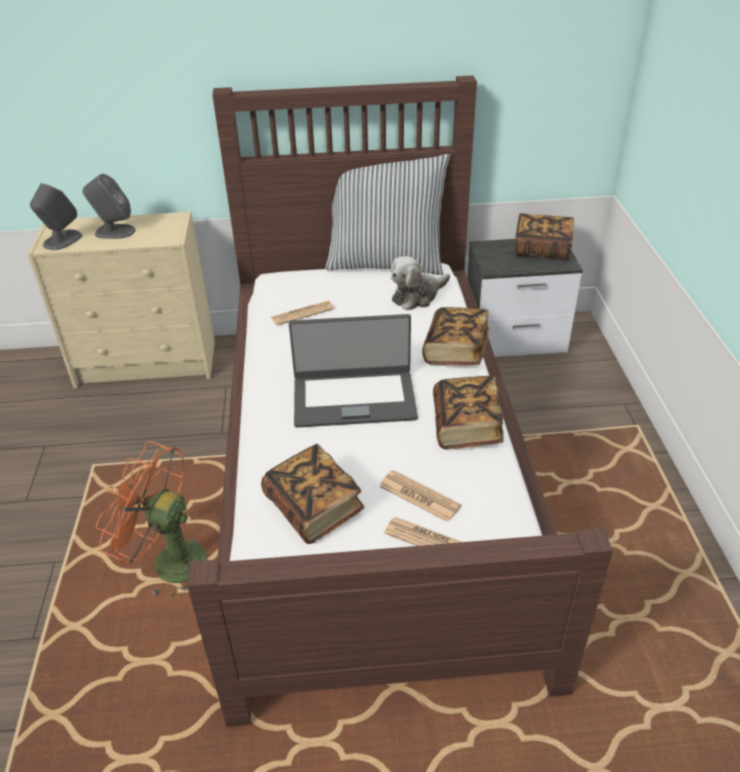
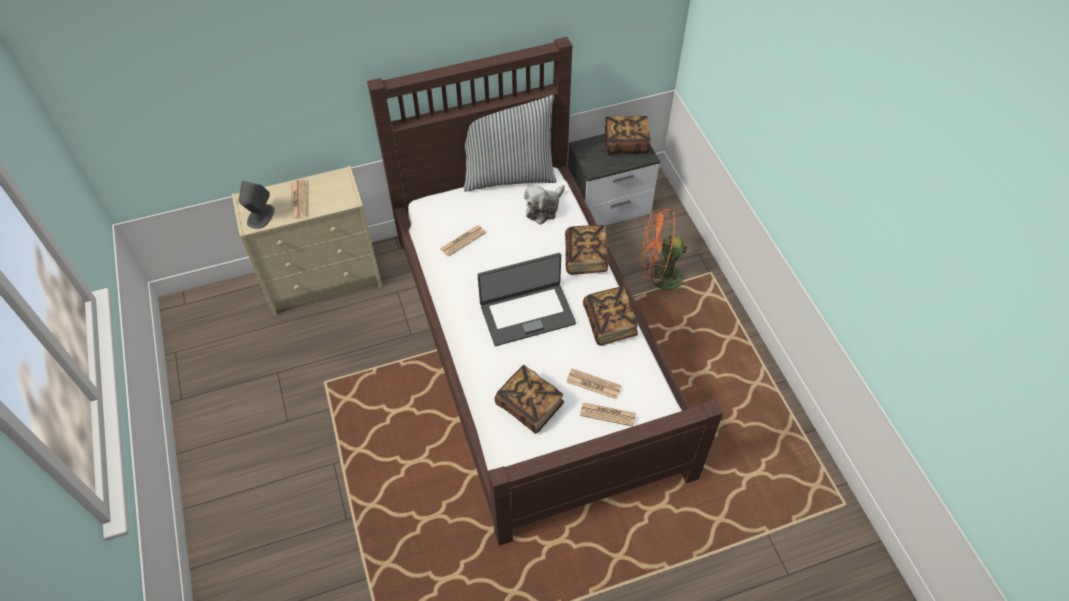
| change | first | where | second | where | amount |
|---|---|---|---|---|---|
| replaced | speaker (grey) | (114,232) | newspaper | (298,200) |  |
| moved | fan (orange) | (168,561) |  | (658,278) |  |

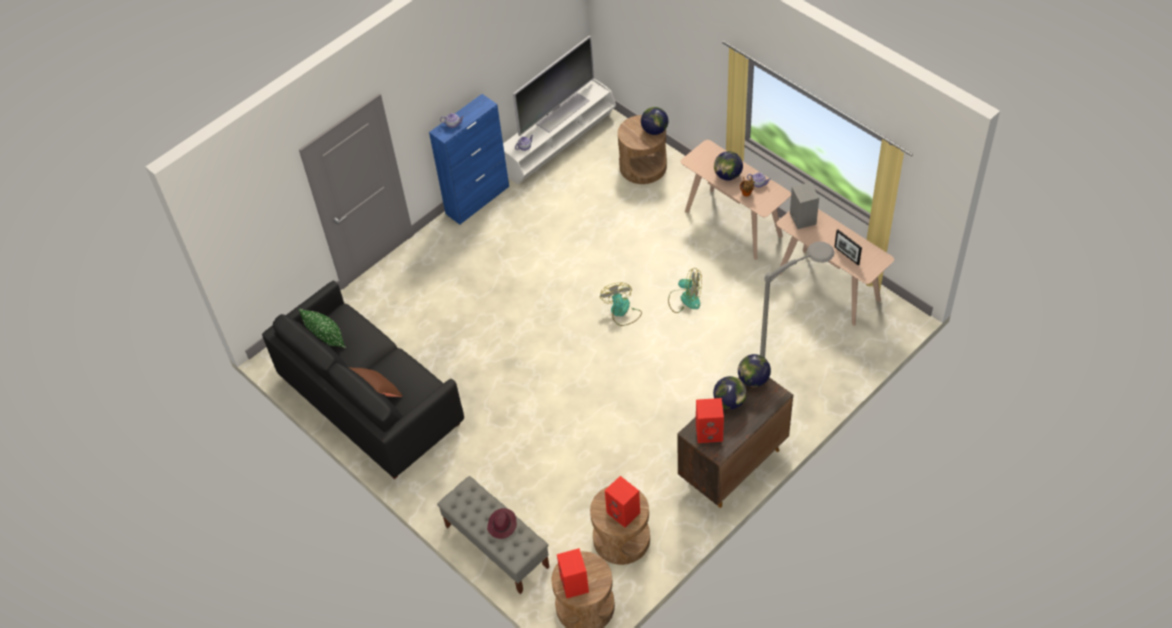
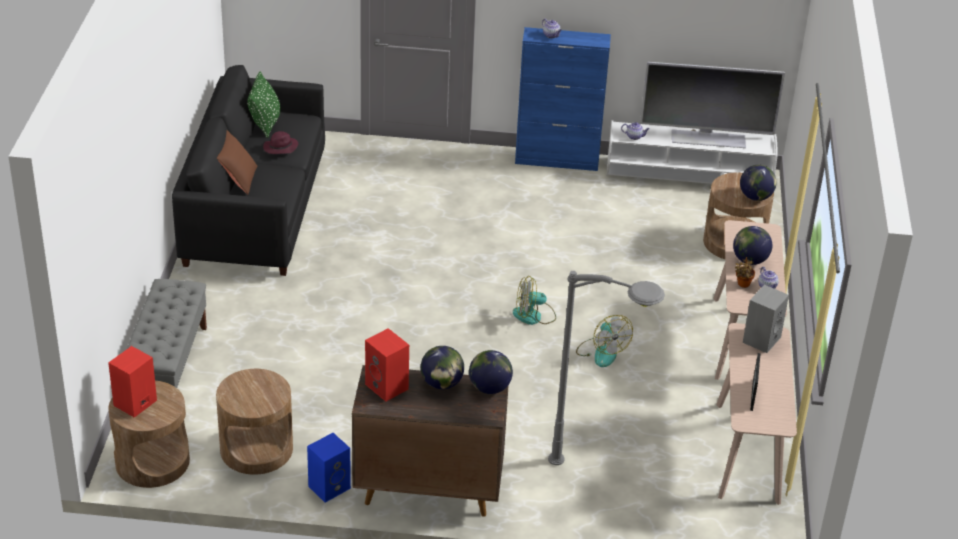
| change | first | where | second | where | amount |
|---|---|---|---|---|---|
| turned | fan | (622,312) |  | (534,316) | 135 degrees counterclockwise |
| removed | speaker (red) | (624,513) |  |  |  |
| moved | hat (purple) | (502,525) |  | (280,148) |  |
| added |  |  | speaker (blue) | (329,486) |  |

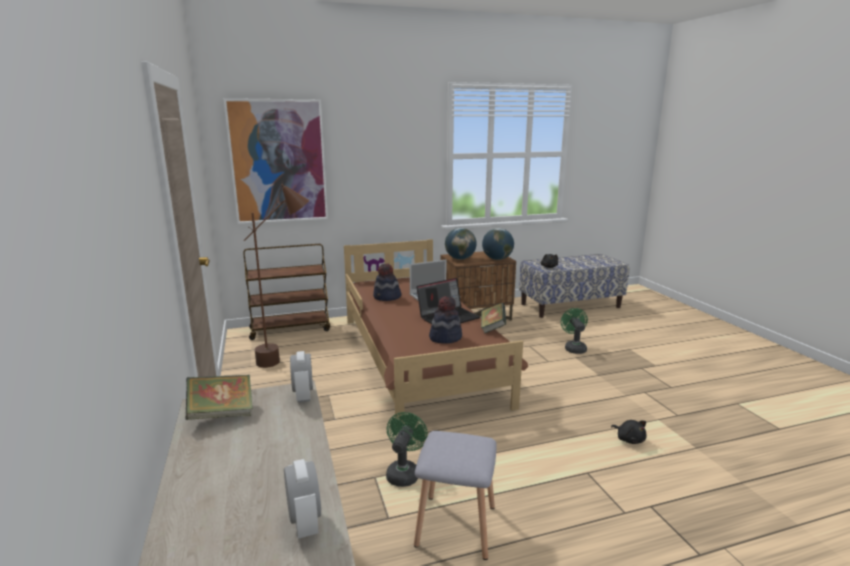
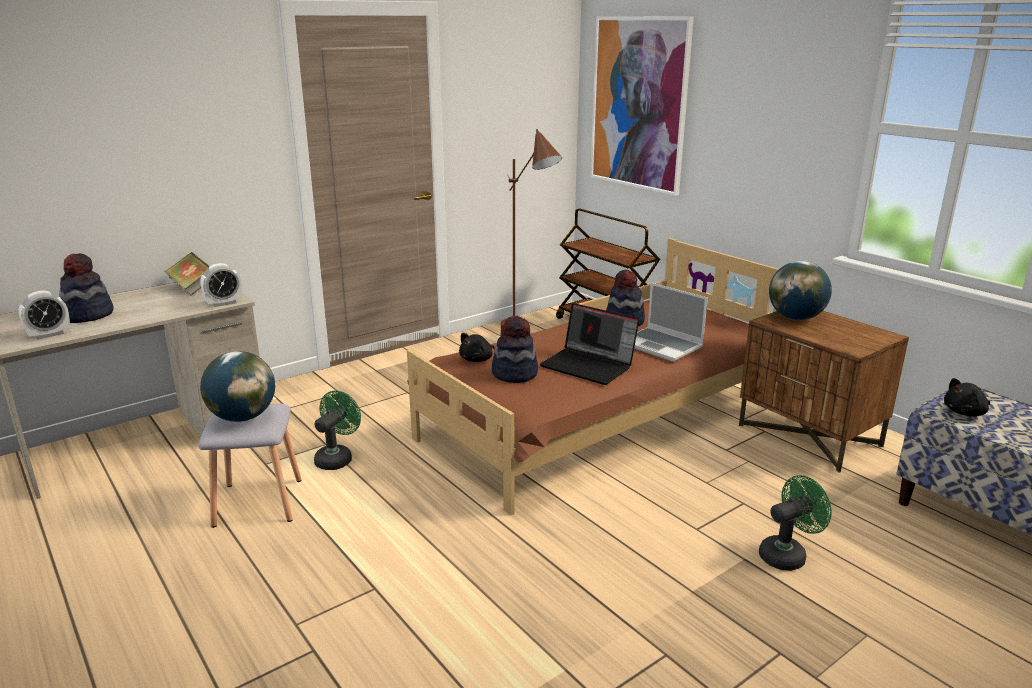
| change | first | where | second | where | amount |
|---|---|---|---|---|---|
| moved | globe | (497,259) |  | (242,417) |  |
| removed | book | (492,328) |  |  |  |
| turned | fan (green) | (404,472) |  | (337,458) | 60 degrees counterclockwise |
| moved | plush toy (black) | (629,439) |  | (477,359) |  |
| added |  |  | hat | (87,315) |  |

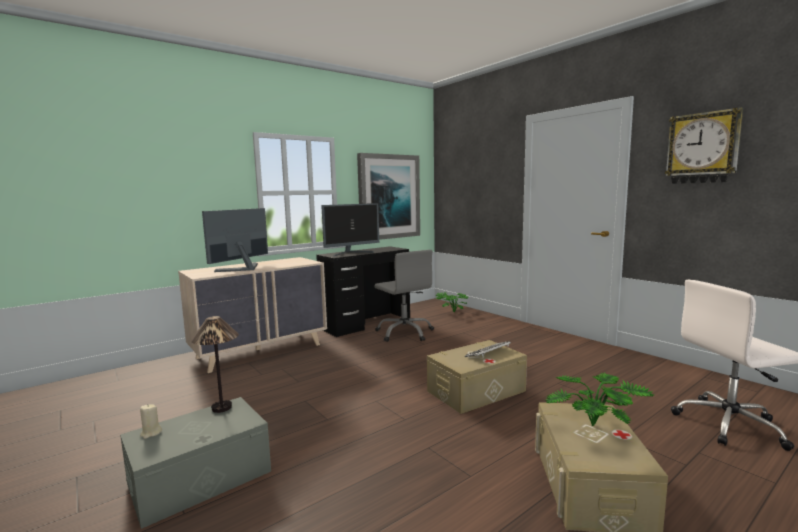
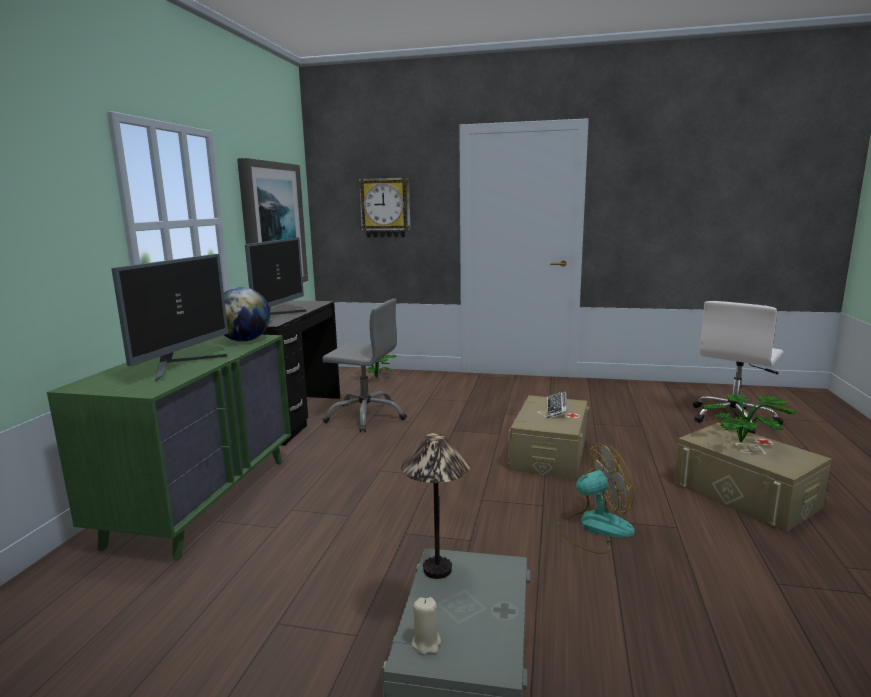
| change | first | where | second | where | amount |
|---|---|---|---|---|---|
| moved | wall clock | (702,148) |  | (385,208) |  |
| turned | monitor | (242,269) |  | (181,365) | 150 degrees counterclockwise |
| recoloured | dresser (beige) | (260,351) | dresser (green) | (203,499) |  |
| added |  |  | globe | (245,340) |  |
| added |  |  | fan | (594,528) |  |

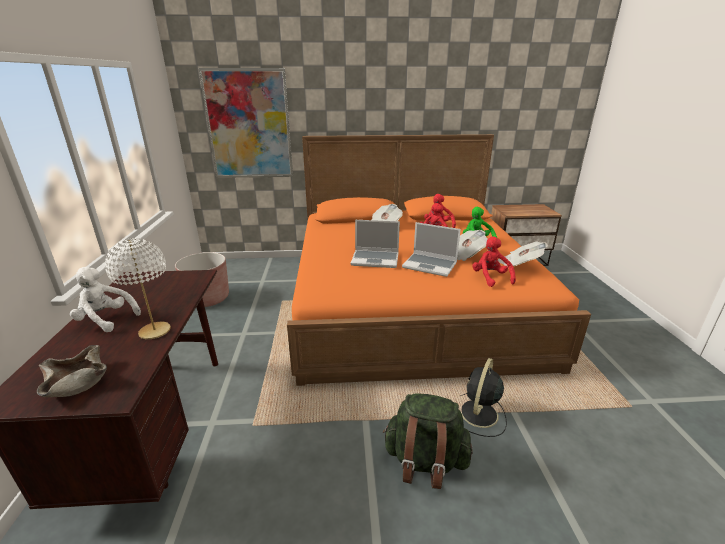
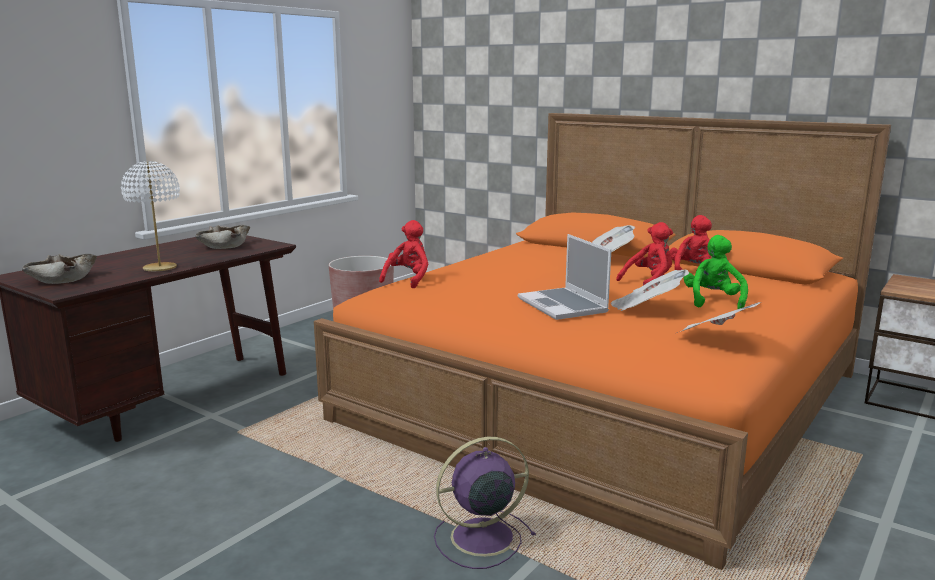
| change | first | where | second | where | amount |
|---|---|---|---|---|---|
| removed | picture | (249,125) |  |  |  |
| removed | laptop | (376,259) |  |  |  |
| moved | plush toy (red) | (490,278) |  | (408,280) |  |
| removed | plush toy (white) | (106,320) |  |  |  |
| recoloured | fan (black) | (478,414) | fan (purple) | (480,537) |  |
| removed | backpack (green) | (425,462) |  |  |  |
| added |  |  | bowl (beige) | (224,245) |  |

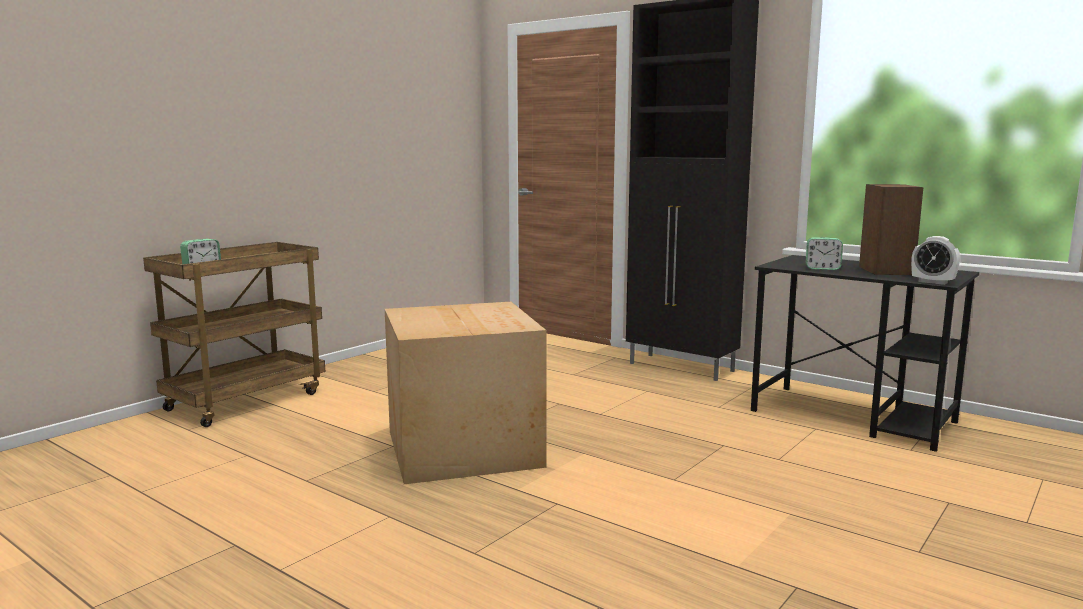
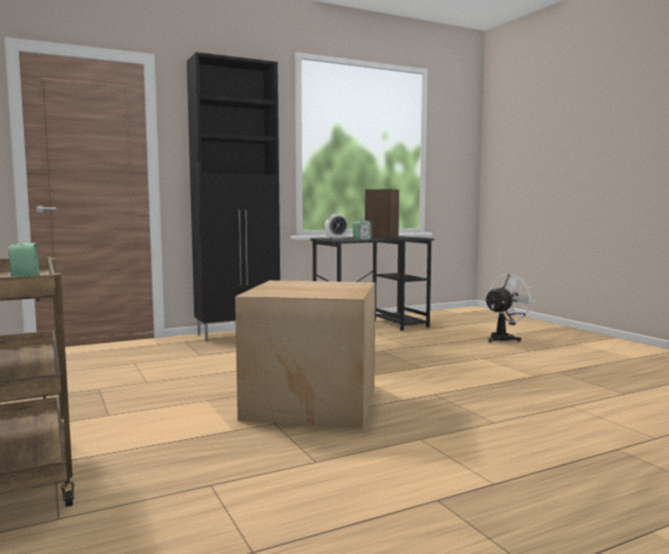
| change | first | where | second | where | amount |
|---|---|---|---|---|---|
| moved | alarm clock | (933,282) |  | (336,239) |  |
| added |  |  | fan (white) | (504,338) |  |

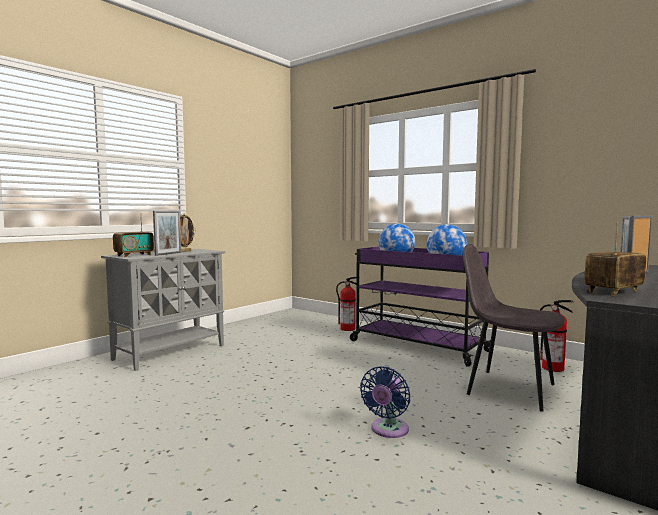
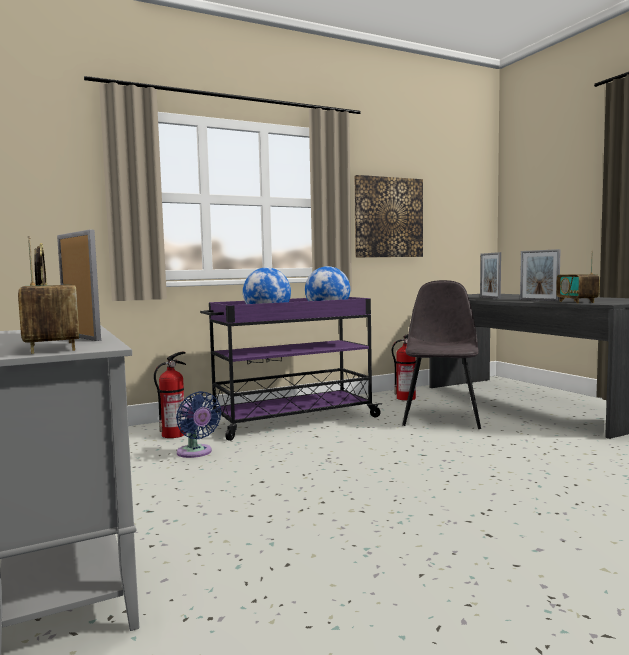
| change | first | where | second | where | amount |
|---|---|---|---|---|---|
| turned | chair (grey) | (508,389) |  | (441,418) | 135 degrees clockwise |
| moved | fan (blue) | (388,430) |  | (196,453) |  |
| added |  |  | picture | (388,217) |  |

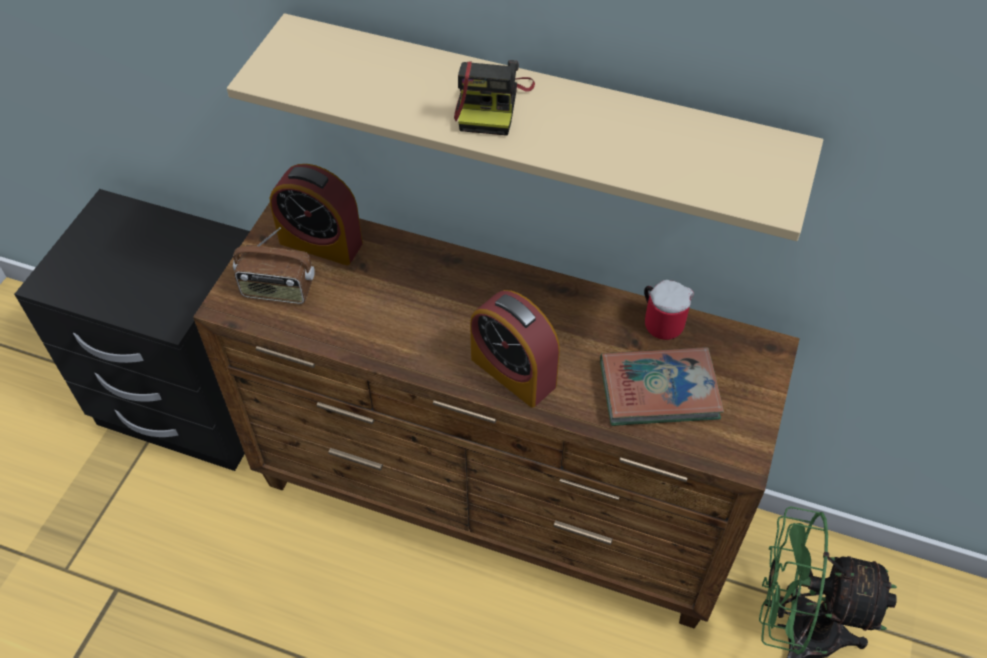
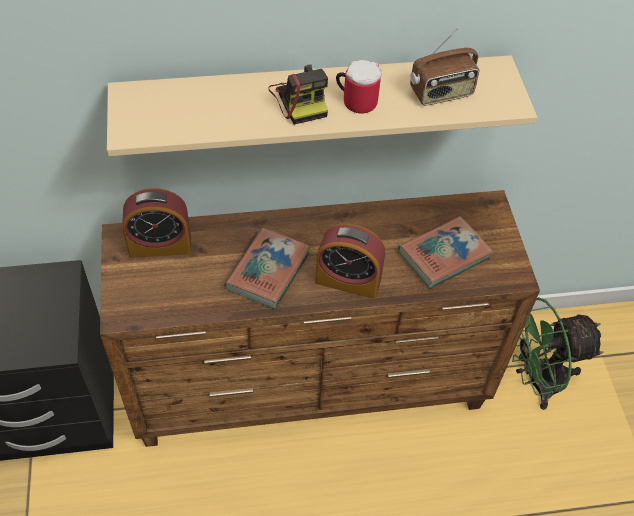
| change | first | where | second | where | amount |
|---|---|---|---|---|---|
| moved | radio | (278,290) |  | (441,93) |  |
| moved | mug | (661,320) |  | (356,100) |  |
| added |  |  | book | (268,271) |  |

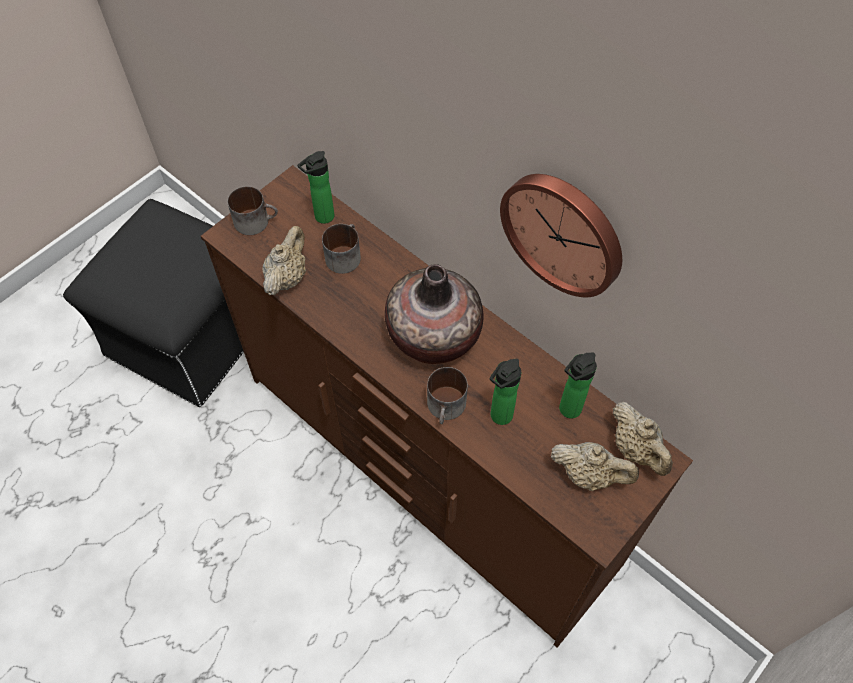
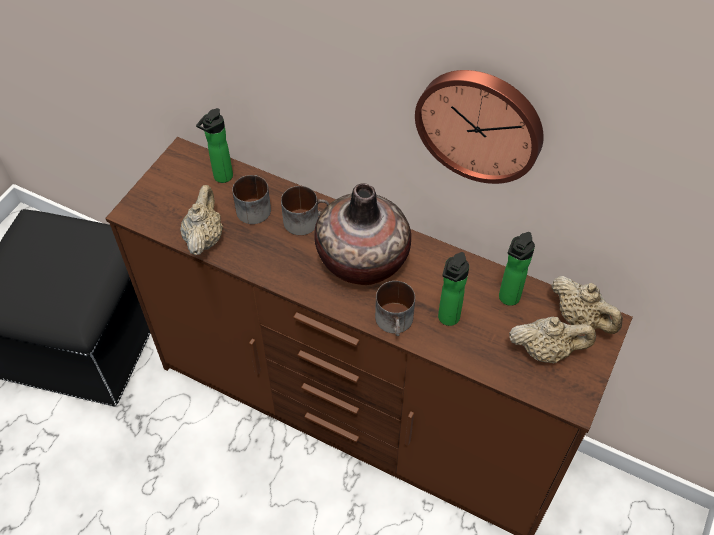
| change | first | where | second | where | amount |
|---|---|---|---|---|---|
| moved | mug | (256,220) |  | (305,219) |  |

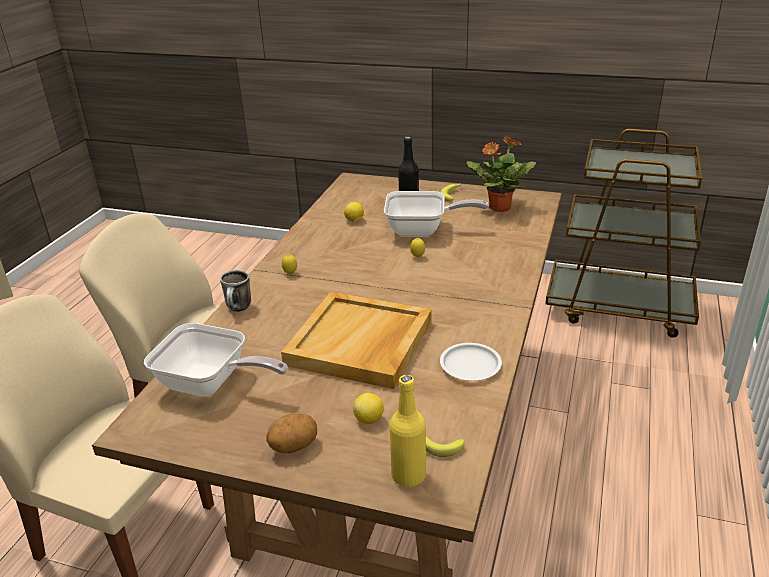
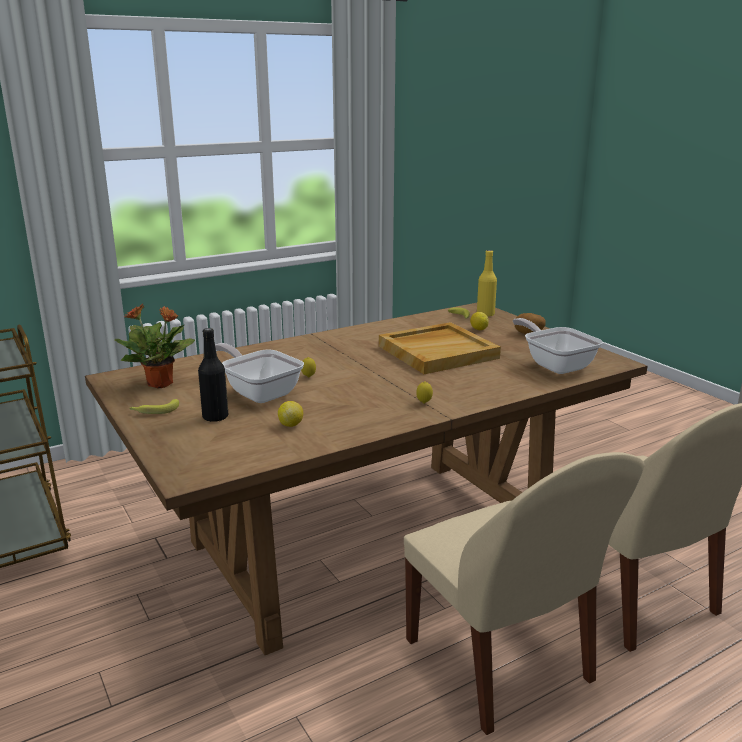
| change | first | where | second | where | amount |
|---|---|---|---|---|---|
| removed | mug | (239,309) |  |  |  |
| removed | plate (white) | (470,365) |  |  |  |

